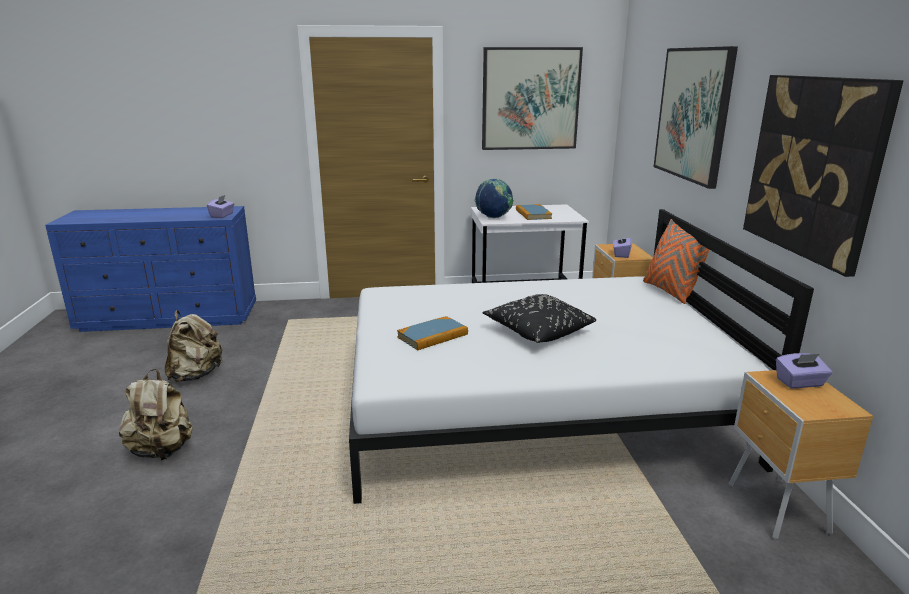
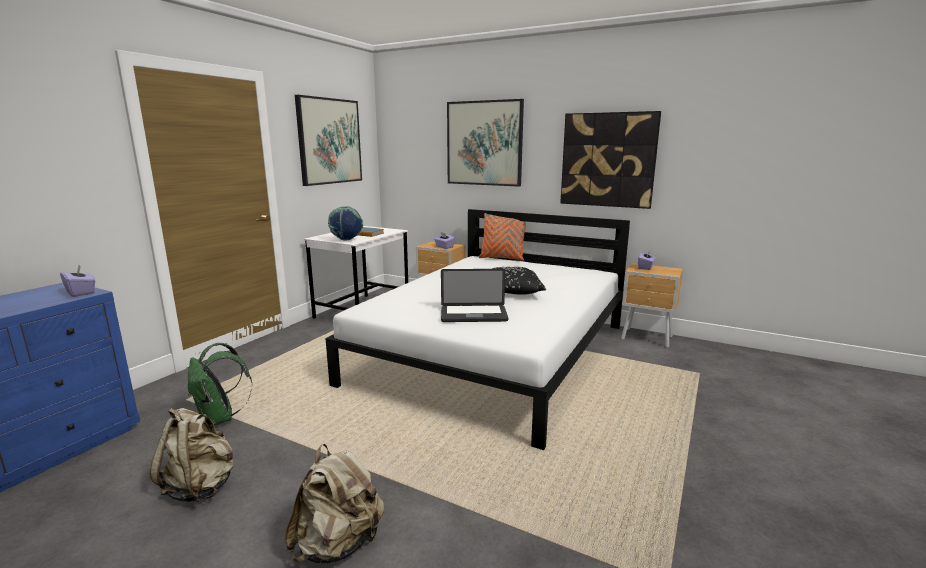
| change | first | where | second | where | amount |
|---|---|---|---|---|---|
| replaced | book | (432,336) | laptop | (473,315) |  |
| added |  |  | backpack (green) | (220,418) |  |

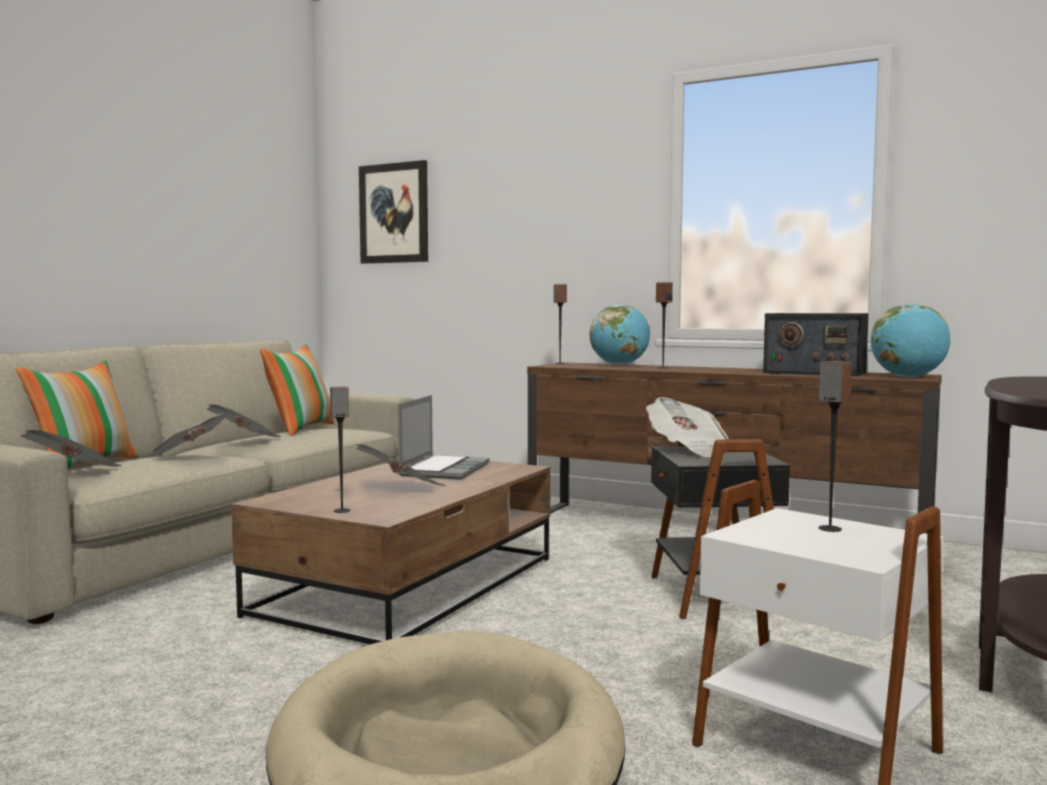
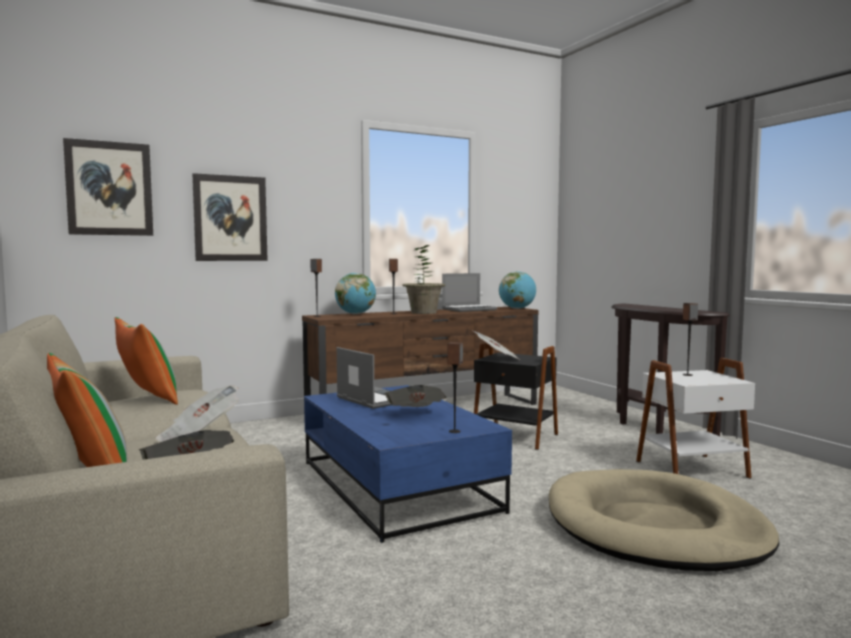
| change | first | where | second | where | amount |
|---|---|---|---|---|---|
| replaced | radio | (814,372) | laptop | (469,309) |  |
| removed | newspaper | (245,440) |  |  |  |
| recoloured | coffee table (brown) | (409,585) | coffee table (blue) | (395,485) |  |
| added |  |  | picture | (230,218) |  |
| added |  |  | potted plant | (423,313) |  |

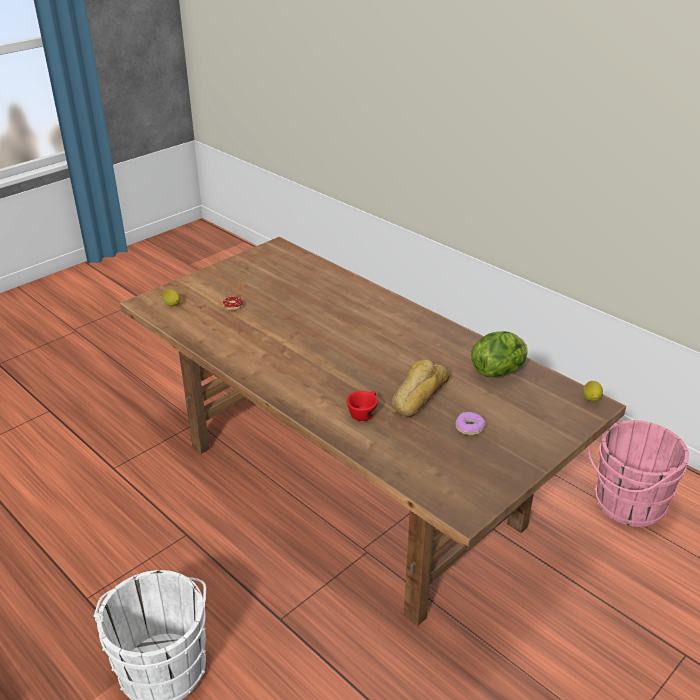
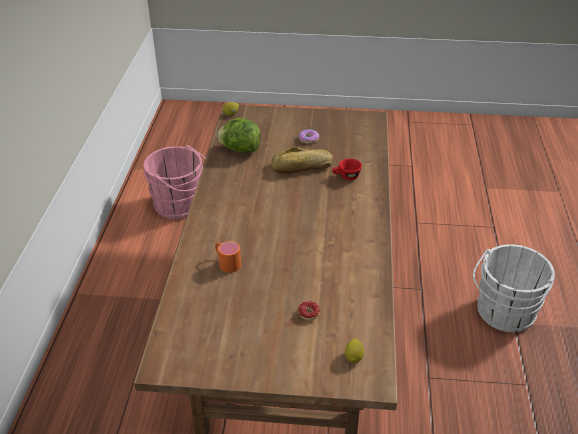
| change | first | where | second | where | amount |
|---|---|---|---|---|---|
| added |  |  | mug (orange) | (226,262) |  |

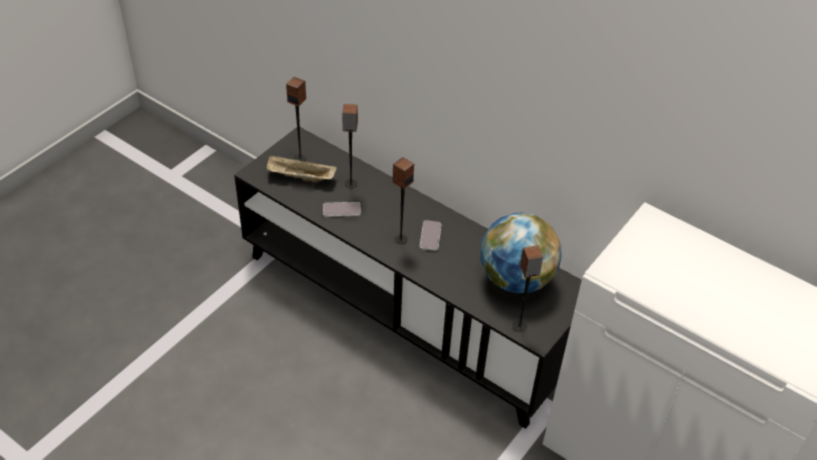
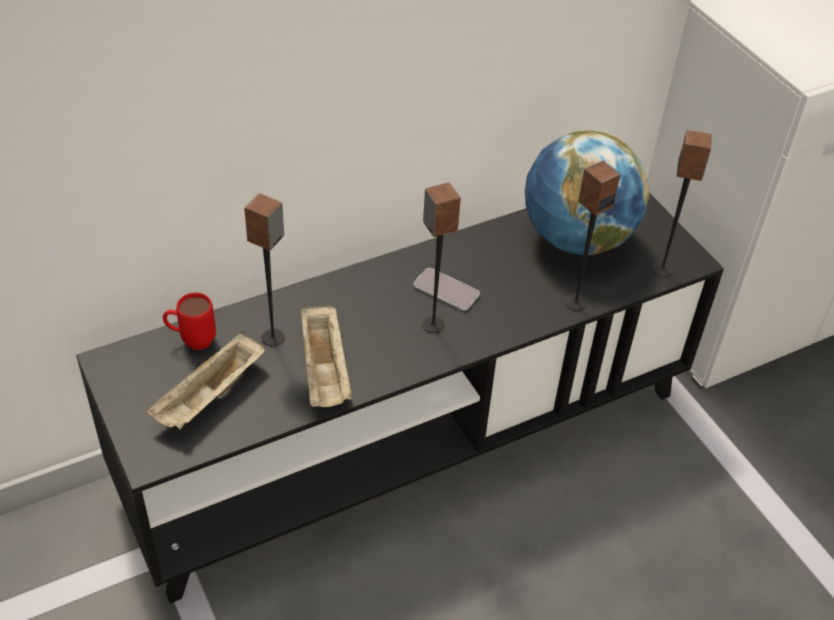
| change | first | where | second | where | amount |
|---|---|---|---|---|---|
| moved | speaker | (300,157) |  | (575,302) |  |
| replaced | phone | (341,210) | tray (beige) | (325,371) |  |
| added |  |  | mug (red) | (191,341) |  |

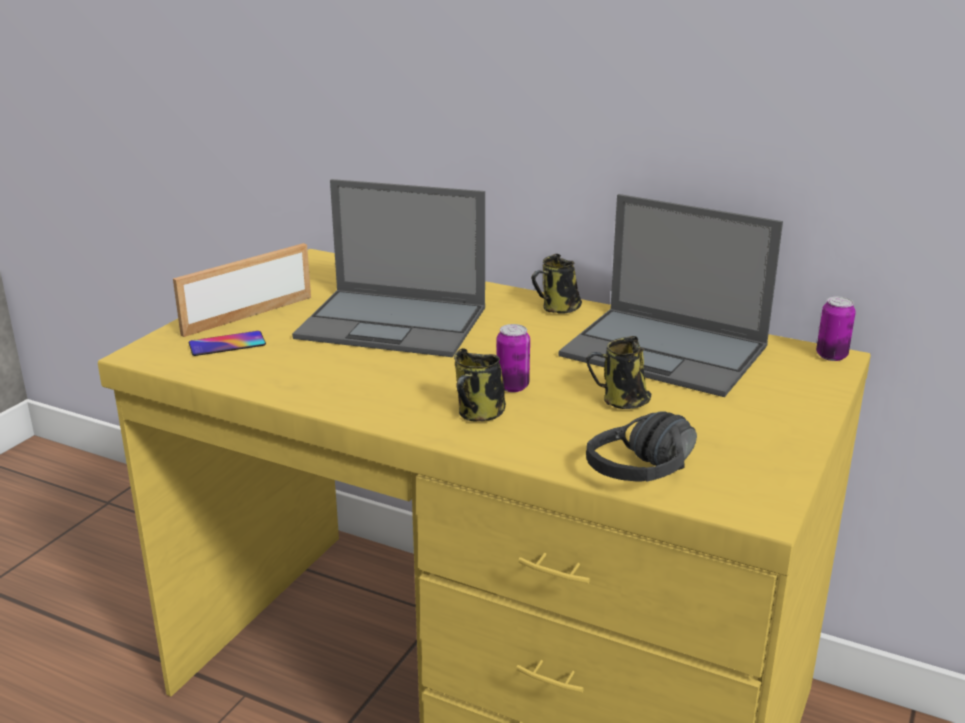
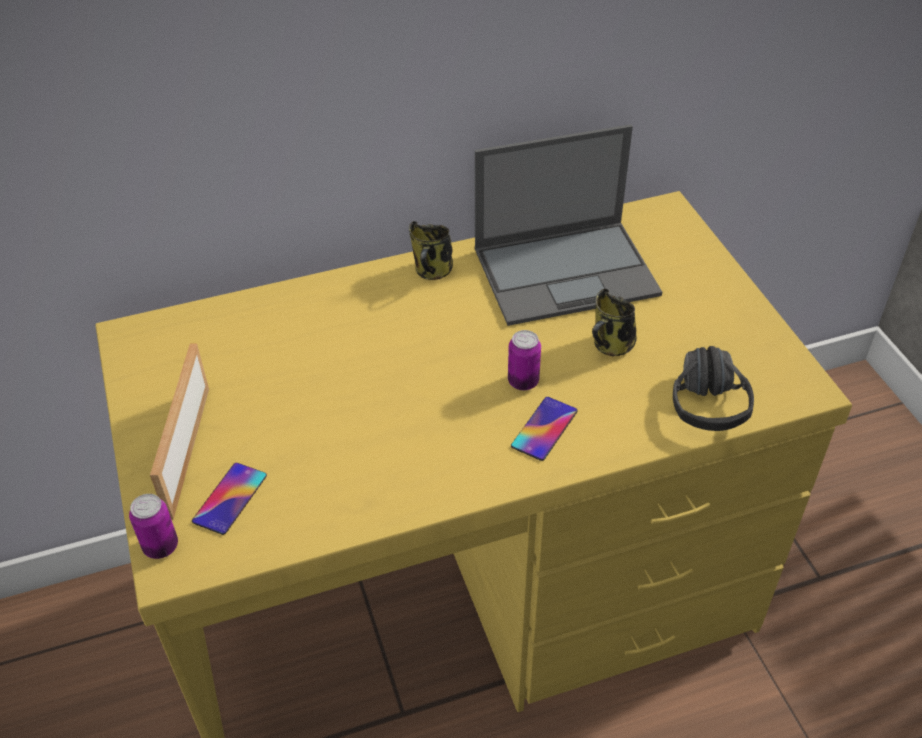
| change | first | where | second | where | amount |
|---|---|---|---|---|---|
| removed | laptop | (395,323) |  |  |  |
| moved | can | (831,356) |  | (161,546) |  |
| replaced | mug | (478,415) | phone | (544,429) |  |

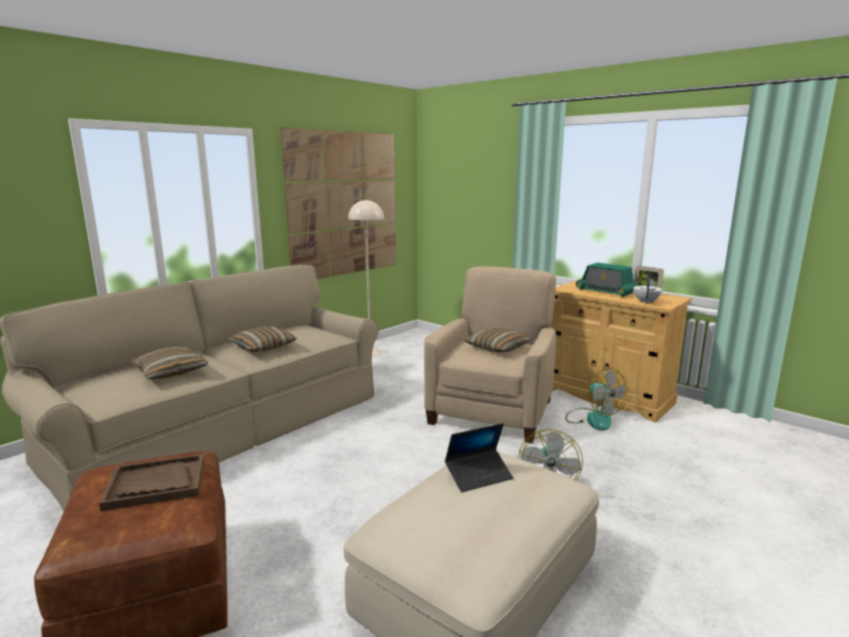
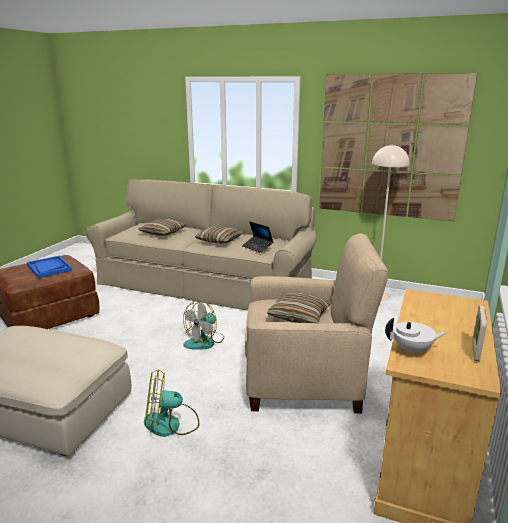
| change | first | where | second | where | amount |
|---|---|---|---|---|---|
| removed | radio | (605,291) |  |  |  |
| moved | fan | (593,418) |  | (204,341) |  |
| moved | laptop | (478,476) |  | (257,247) |  |
| recoloured | tray (brown) | (156,484) | tray (blue) | (49,268) |  |

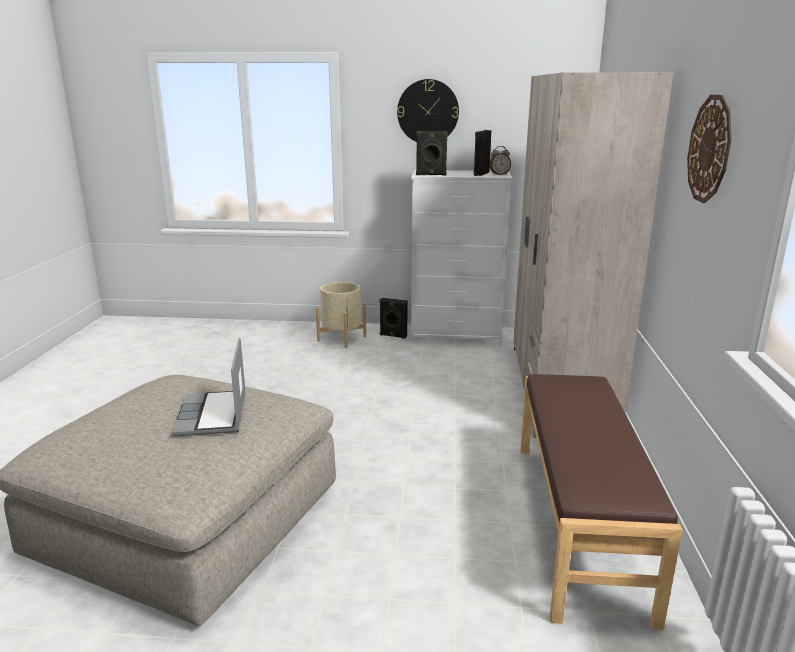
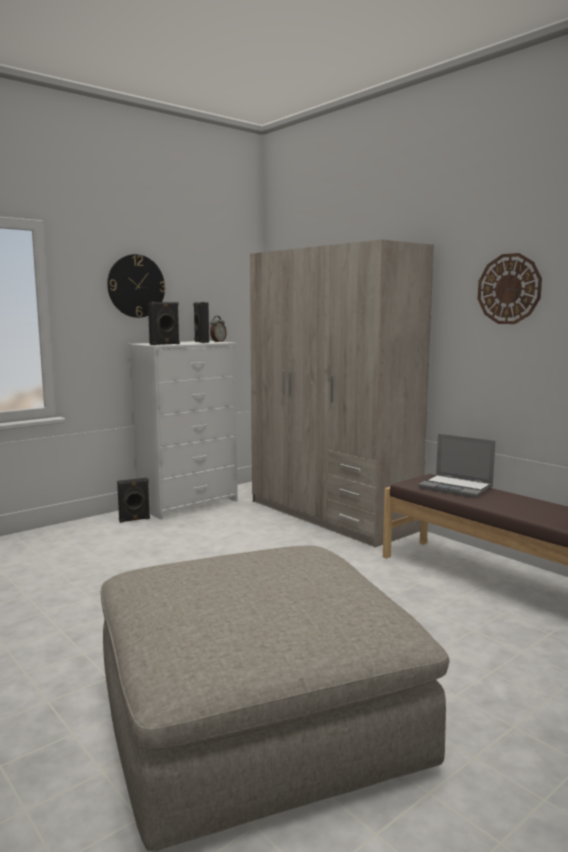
| change | first | where | second | where | amount |
|---|---|---|---|---|---|
| removed | planter (beige) | (342,339) |  |  |  |
| moved | laptop | (213,415) |  | (457,488) |  |

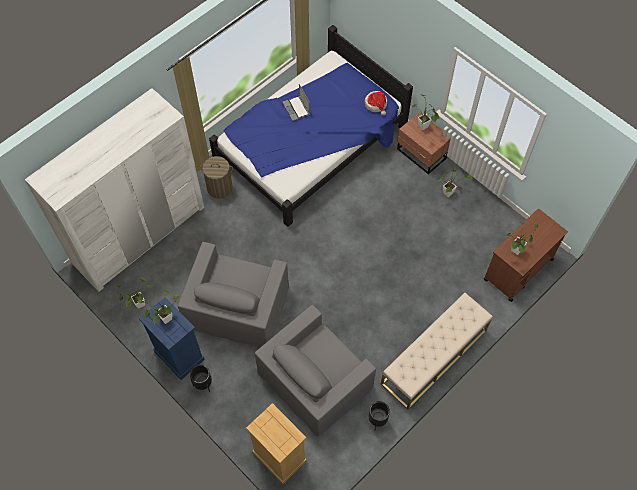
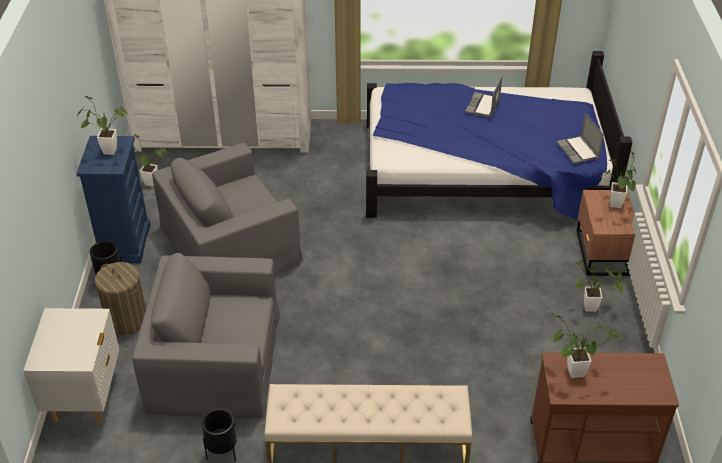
| change | first | where | second | where | amount |
|---|---|---|---|---|---|
| replaced | hat | (376,104) | laptop | (578,151) |  |
| moved | laundry basket | (219,187) |  | (127,320) |  |
| replaced | dresser (beige) | (279,457) | nightstand (white) | (85,398) |  |

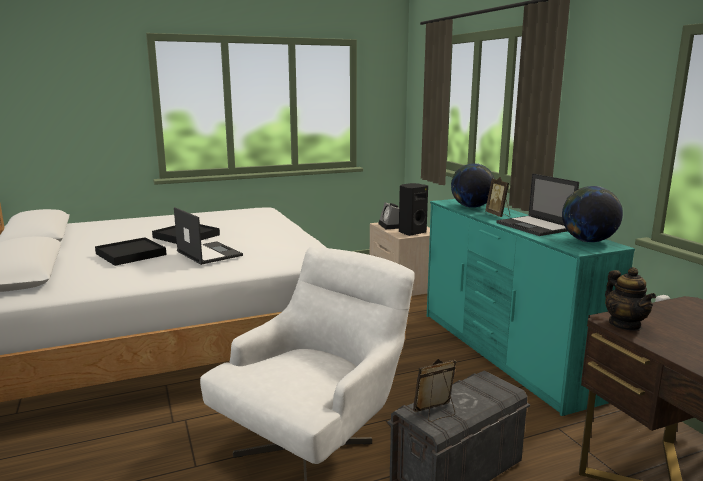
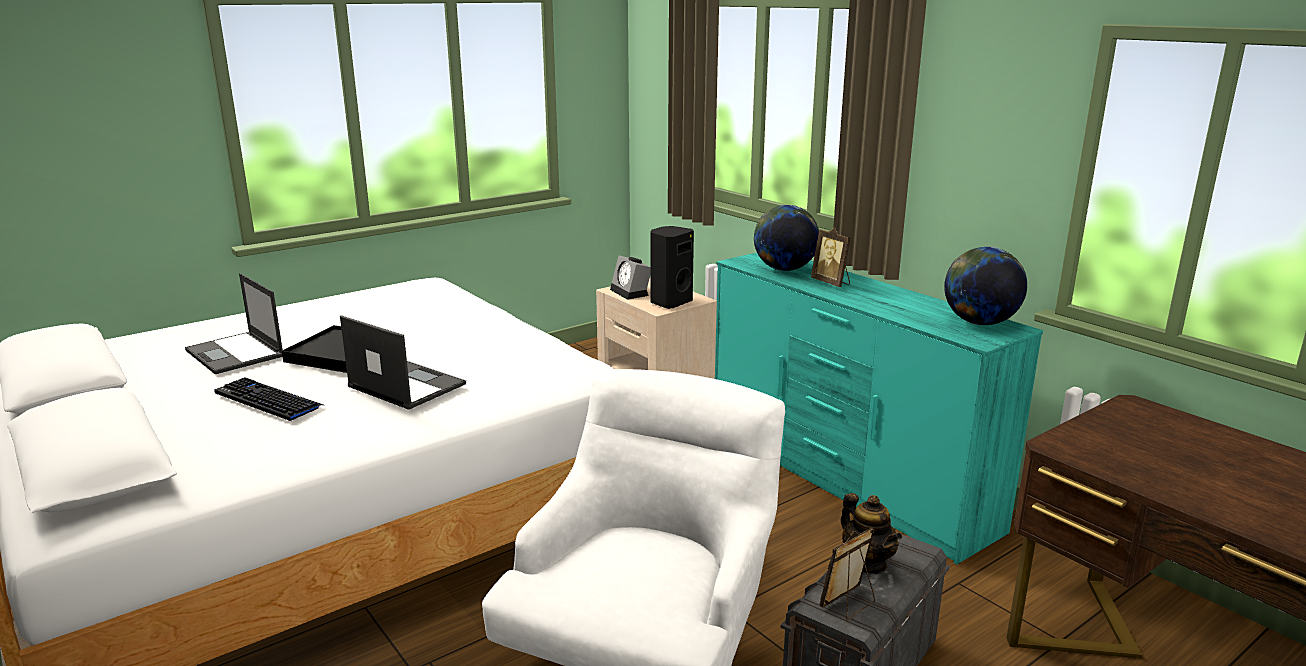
| change | first | where | second | where | amount |
|---|---|---|---|---|---|
| moved | laptop | (535,226) |  | (235,353) |  |
| replaced | tray (black) | (130,254) | keyboard | (268,400) |  |
| moved | teapot | (625,325) |  | (867,563) |  |

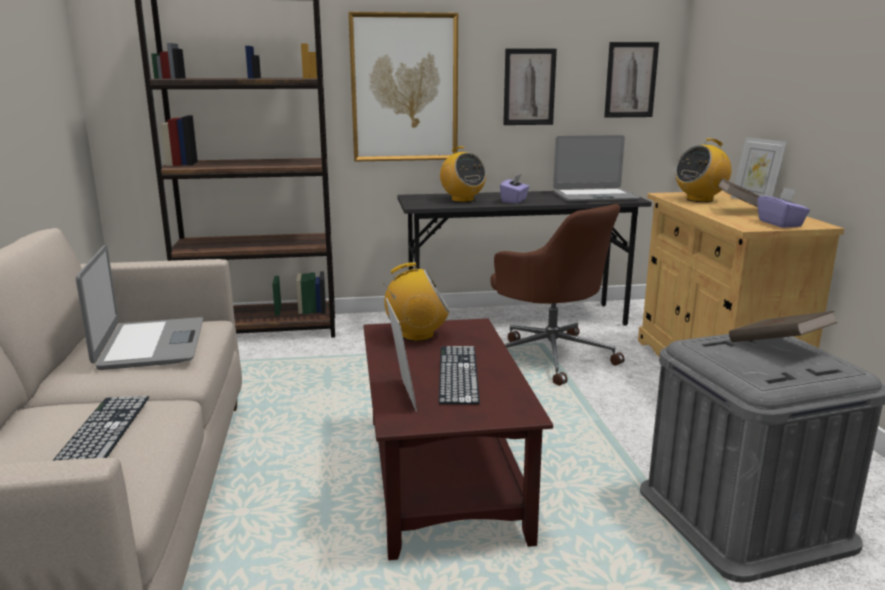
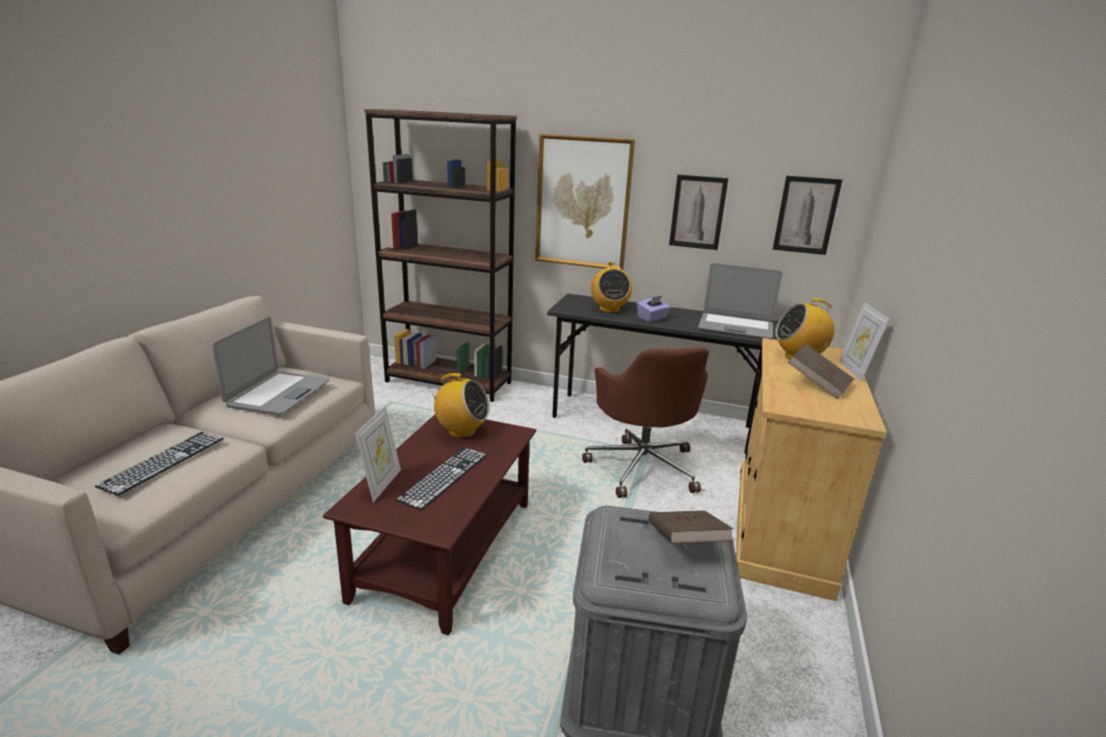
| change | first | where | second | where | amount |
|---|---|---|---|---|---|
| removed | tissue box (purple) | (780,223) |  |  |  |

